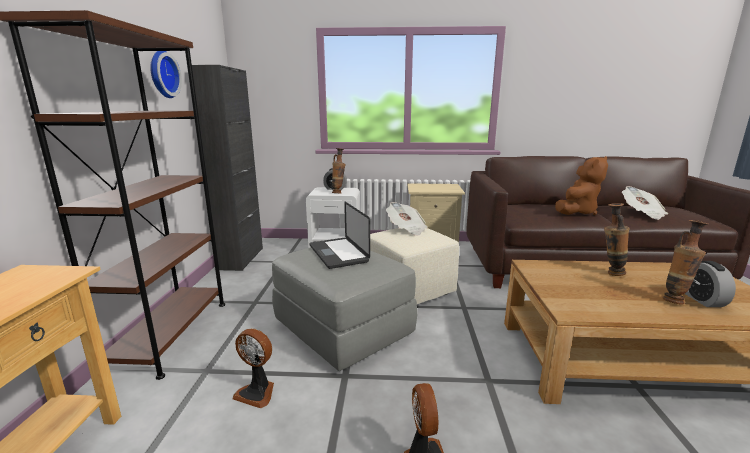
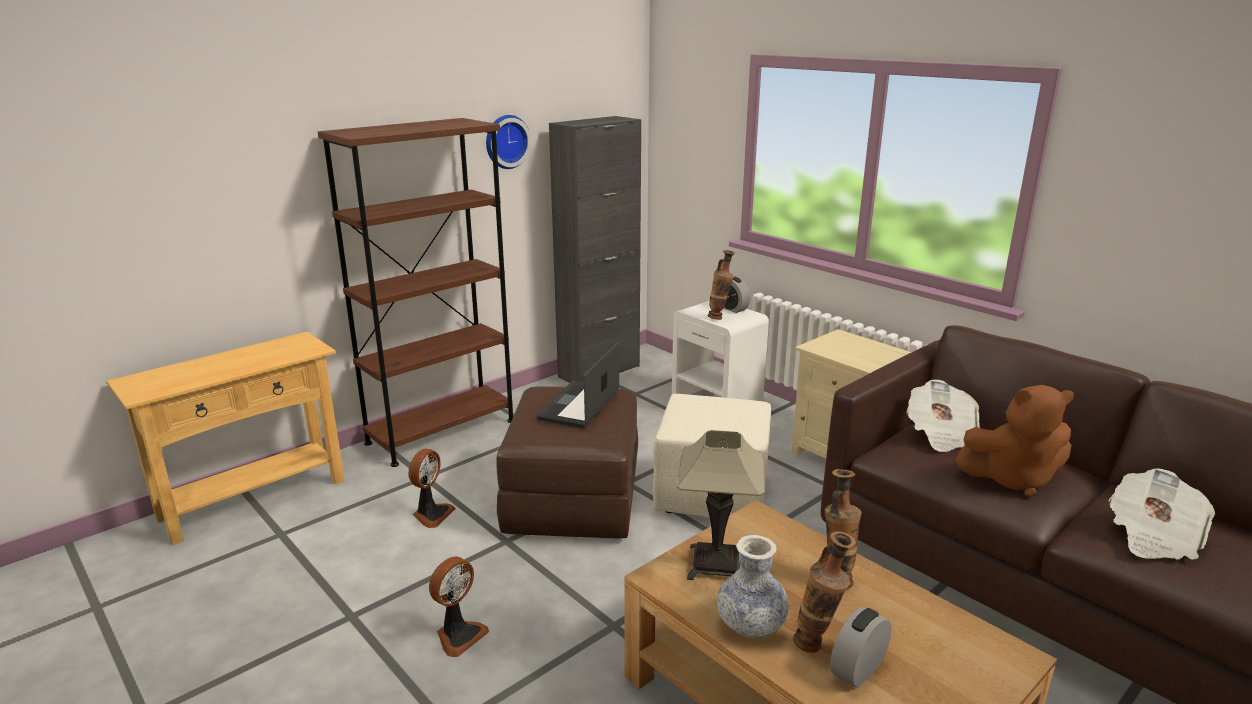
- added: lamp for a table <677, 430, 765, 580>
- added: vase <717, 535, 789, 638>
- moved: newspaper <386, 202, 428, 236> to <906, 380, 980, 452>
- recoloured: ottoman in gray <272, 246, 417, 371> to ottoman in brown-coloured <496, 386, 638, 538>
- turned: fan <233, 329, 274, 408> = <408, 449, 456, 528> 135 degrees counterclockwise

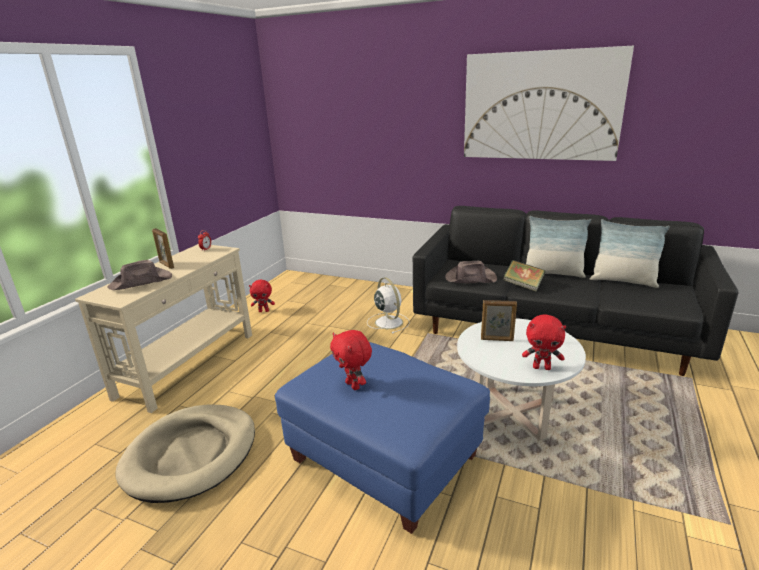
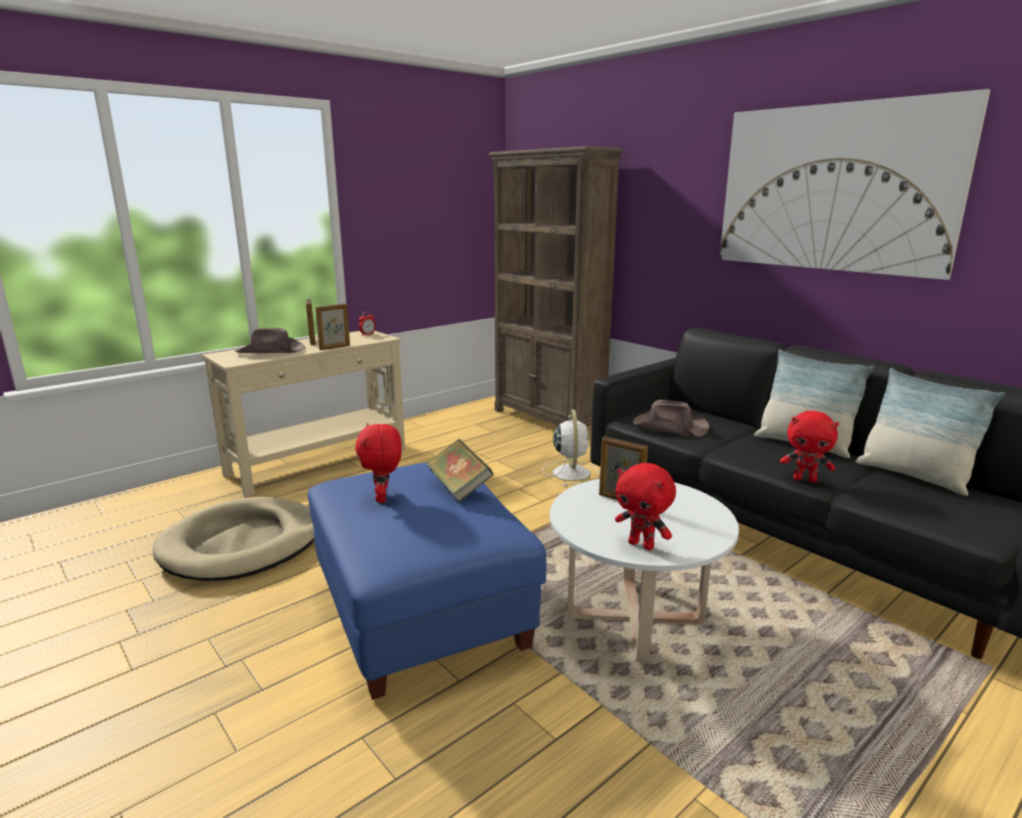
- added: standing frame <315, 304, 350, 350>
- added: bookshelf in brown-coloured <489, 146, 623, 427>
- moved: plush toy in reddish <249, 280, 275, 312> to <780, 411, 839, 483>
- moved: book <503, 260, 545, 292> to <426, 439, 493, 502>

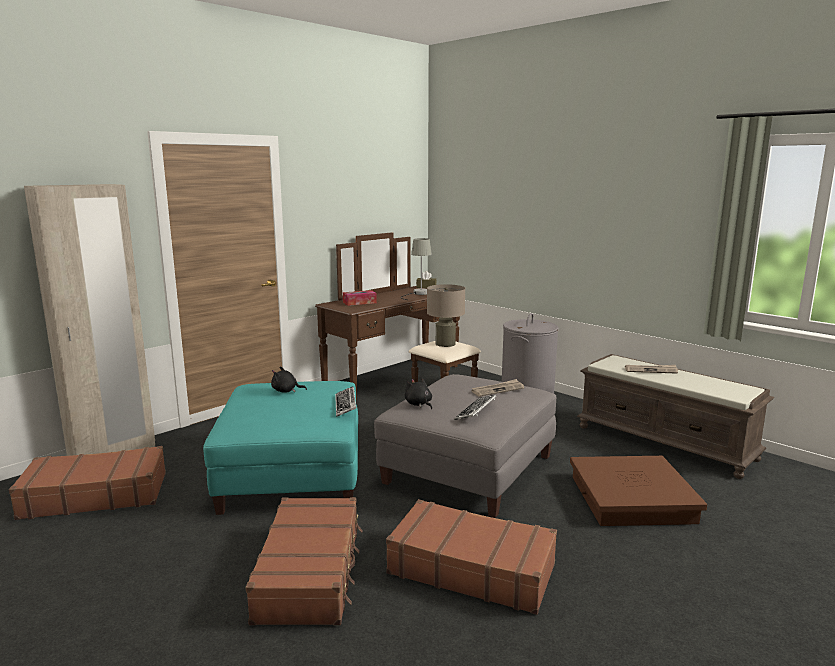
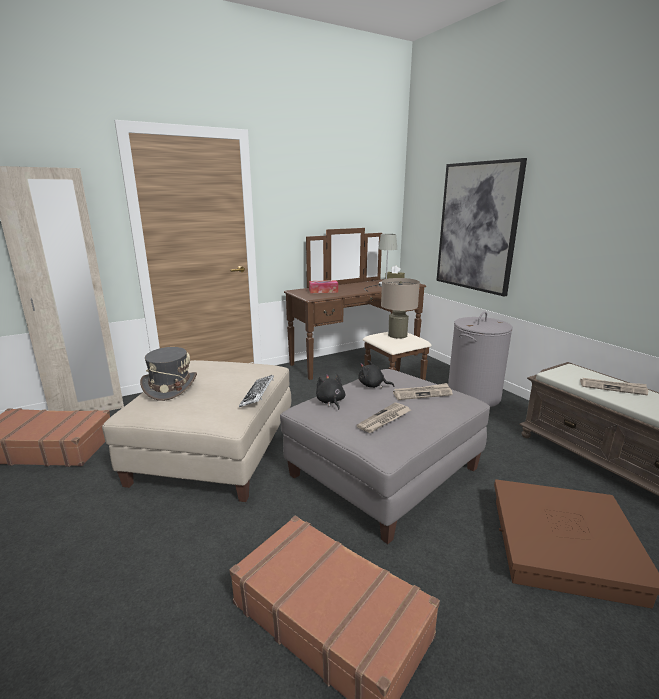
- removed: suitcase in brown-coloured <246, 497, 363, 625>
- added: clothing hat in gray <140, 347, 197, 401>
- added: picture <436, 158, 527, 296>
- moved: plush toy in blackish <271, 367, 307, 393> to <358, 360, 394, 388>
- replaced: computer keyboard <454, 395, 496, 420> to newspaper <356, 402, 411, 433>
- recoloured: ottoman in turquoise-coloured <203, 381, 358, 515> to ottoman in beige-coloured <102, 360, 291, 502>

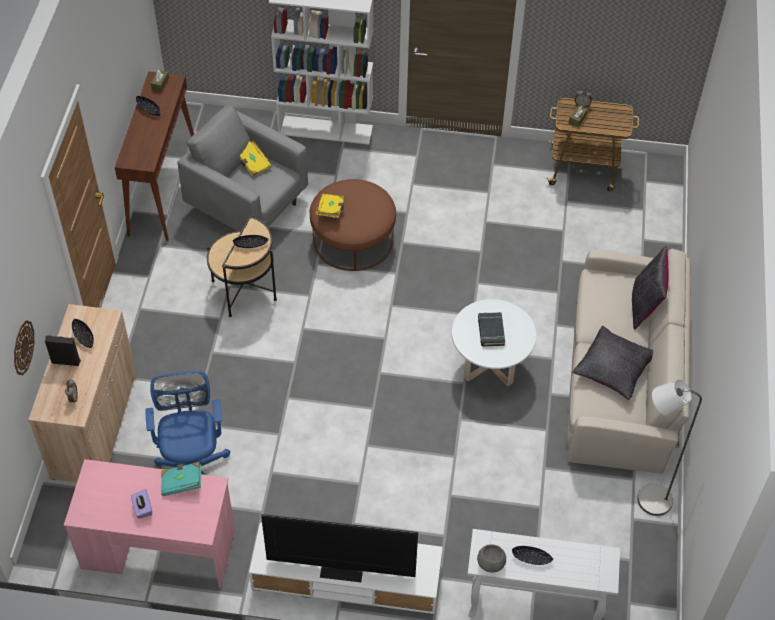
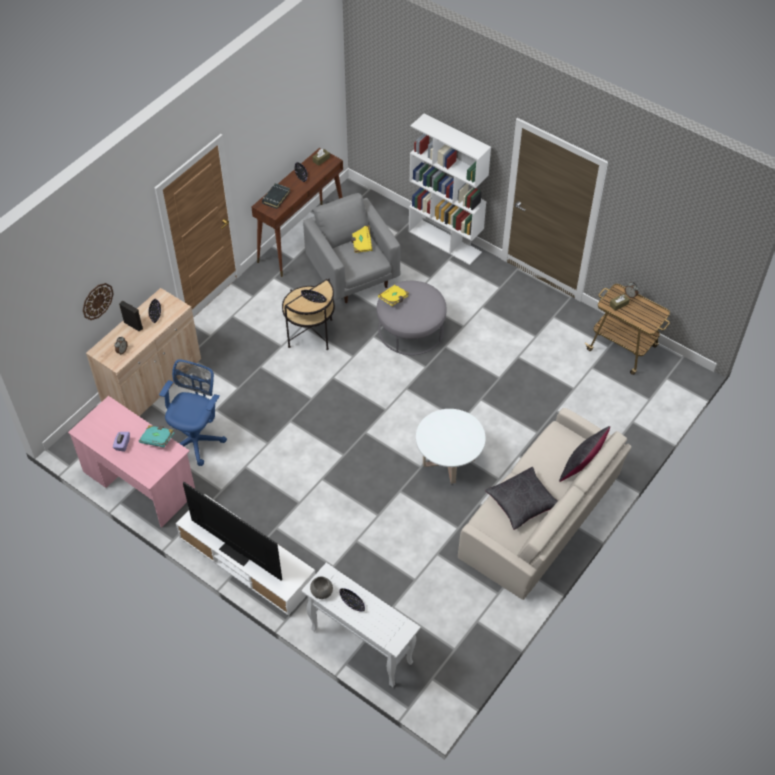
- removed: standing lamp in gray <638, 379, 702, 516>
- moved: book in blackish <478, 312, 505, 347> to <262, 183, 290, 209>
- recoloured: ottoman in brown-coloured <310, 179, 396, 271> to ottoman in gray <377, 281, 447, 355>

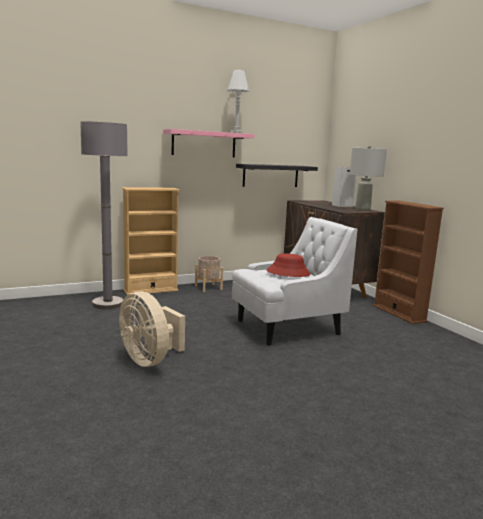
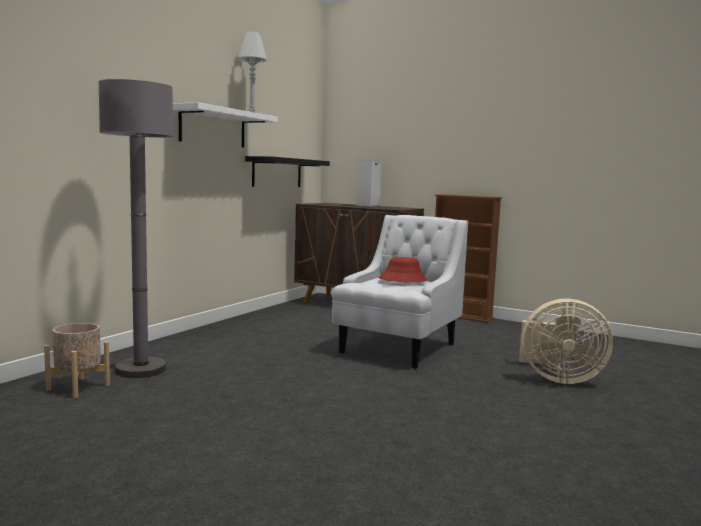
- removed: bookshelf in beige-coloured <122, 187, 180, 295>
- removed: lamp for a table in gray <350, 146, 387, 211>
- moved: fan in beige-coloured <119, 291, 185, 367> to <519, 299, 613, 384>
- moved: flower pot in beige-coloured <195, 256, 223, 292> to <44, 323, 110, 398>
- recoloured: wall shelf in pink-coloured <163, 129, 254, 157> to wall shelf in whitish <173, 102, 278, 148>

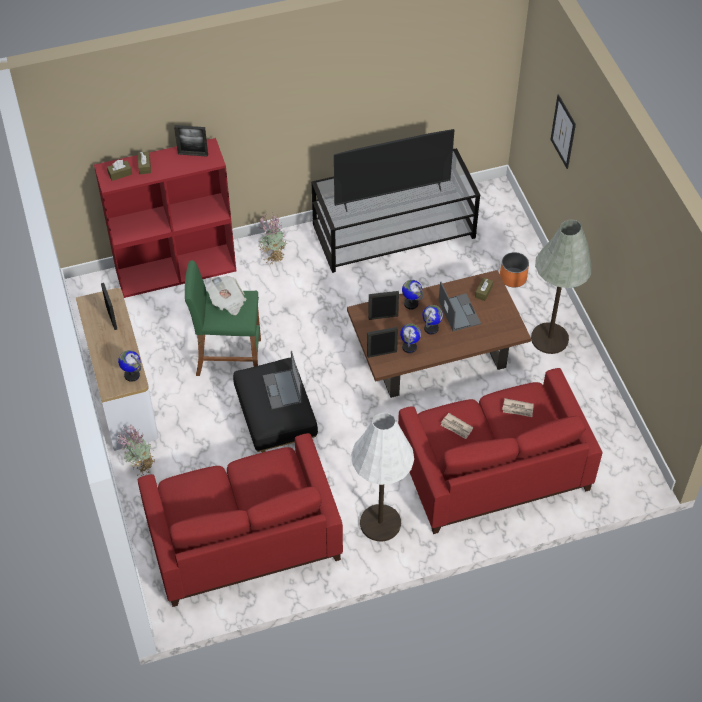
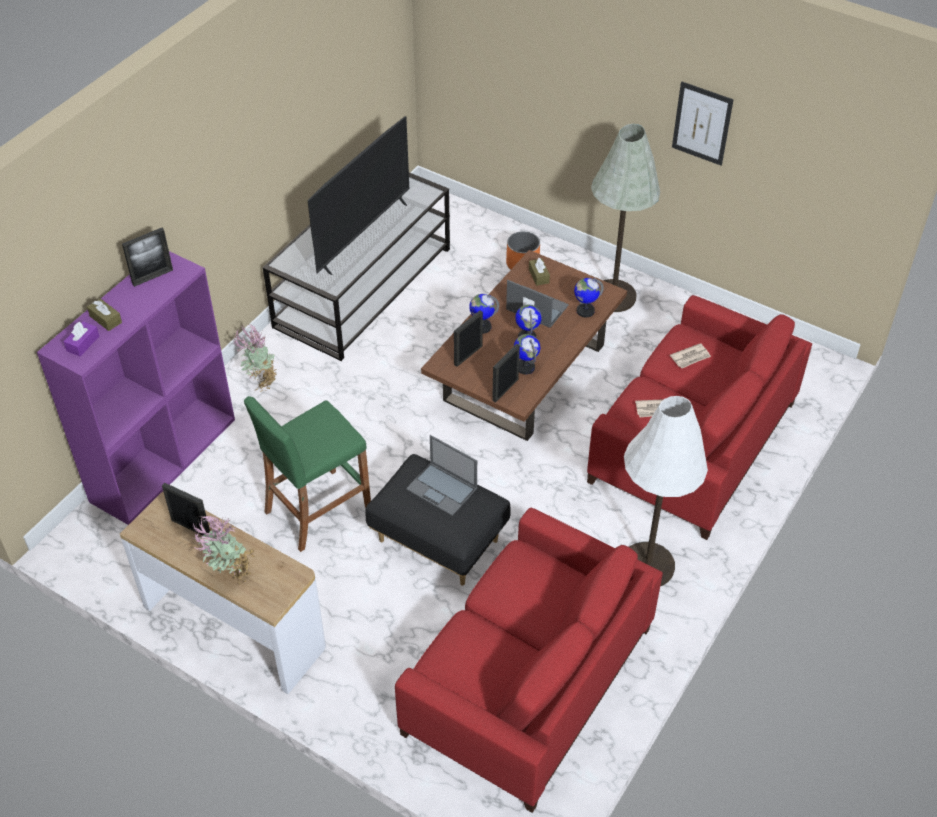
- removed: newspaper <208, 276, 246, 315>
- moved: houseplant <116, 424, 155, 476> to <192, 516, 255, 586>
- moved: world globe <118, 350, 141, 382> to <574, 278, 604, 317>
- moved: picture <550, 94, 576, 169> to <672, 82, 734, 166>
- recoloured: bookshelf in reddish <94, 138, 236, 298> to bookshelf in purple <37, 251, 235, 525>
- recoloured: tissue box in brown-coloured <107, 160, 132, 181> to tissue box in purple <64, 321, 99, 356>

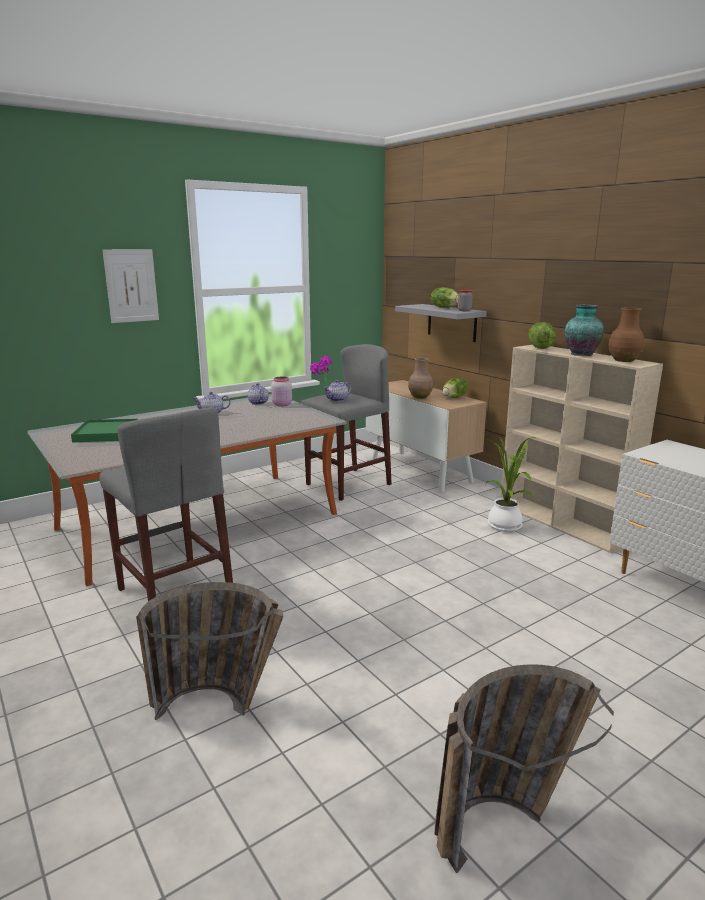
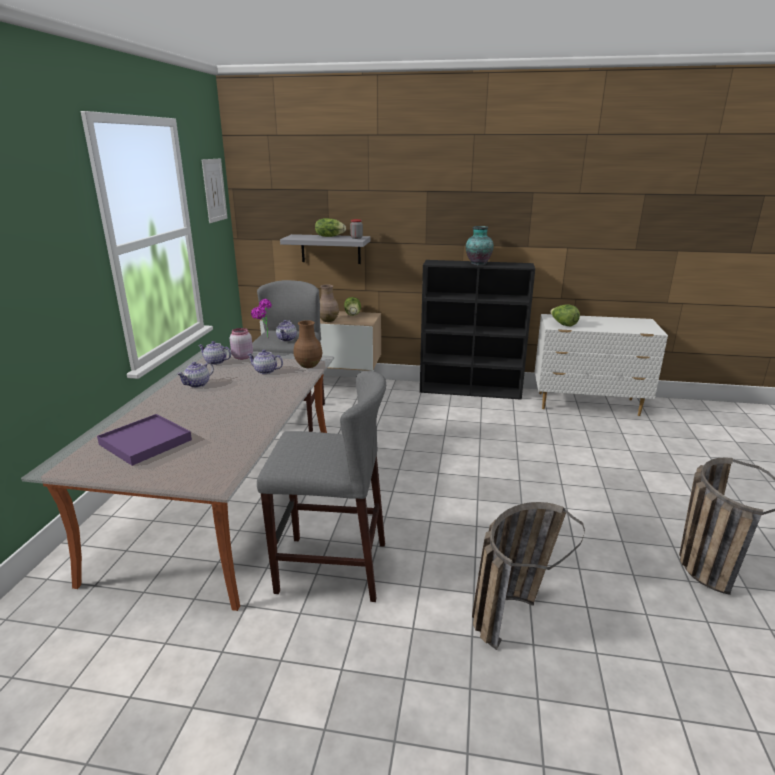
- removed: houseplant <486, 437, 537, 532>
- added: tea pot <247, 350, 283, 374>
- moved: picture <103, 249, 159, 323> to <202, 159, 228, 223>
- moved: lettuce <528, 322, 556, 349> to <550, 304, 580, 326>
- moved: vase in brown-coloured <609, 308, 645, 362> to <294, 320, 322, 368>
- recoloured: tray in green-coloured <71, 419, 138, 442> to tray in purple <97, 414, 192, 466>
- recoloured: bookshelf in beige-coloured <501, 345, 663, 554> to bookshelf in blackish <420, 260, 535, 400>

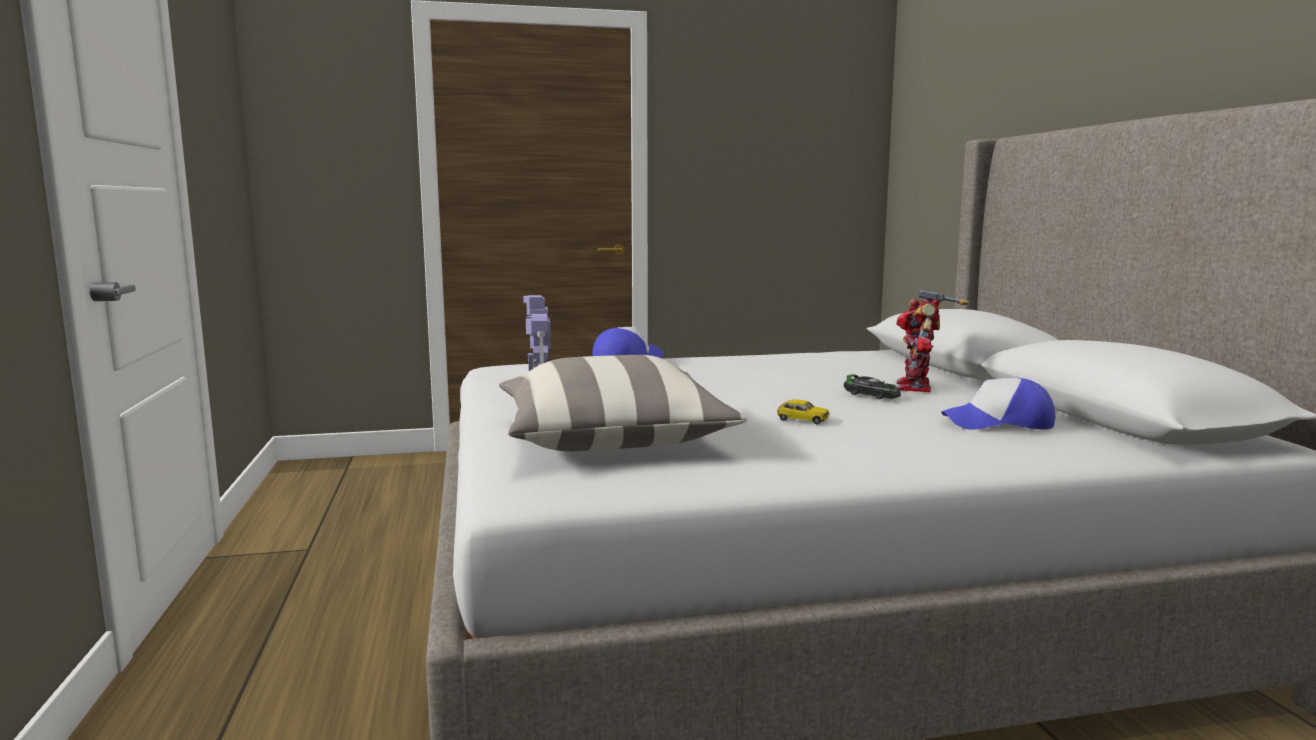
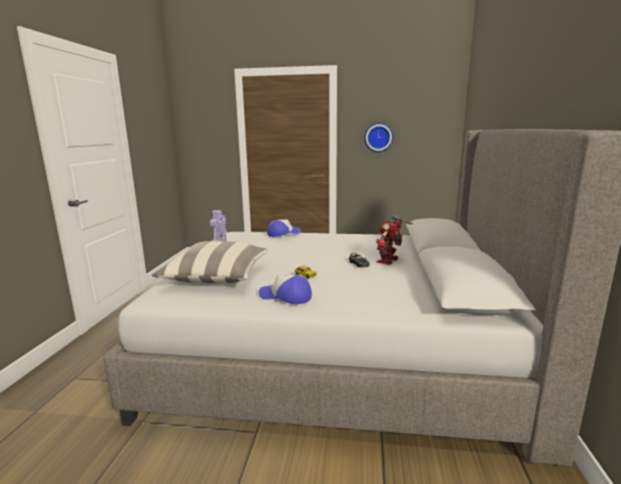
- added: clock on the wall <364, 123, 393, 152>
- moved: baseball cap <941, 378, 1056, 430> to <259, 274, 312, 304>

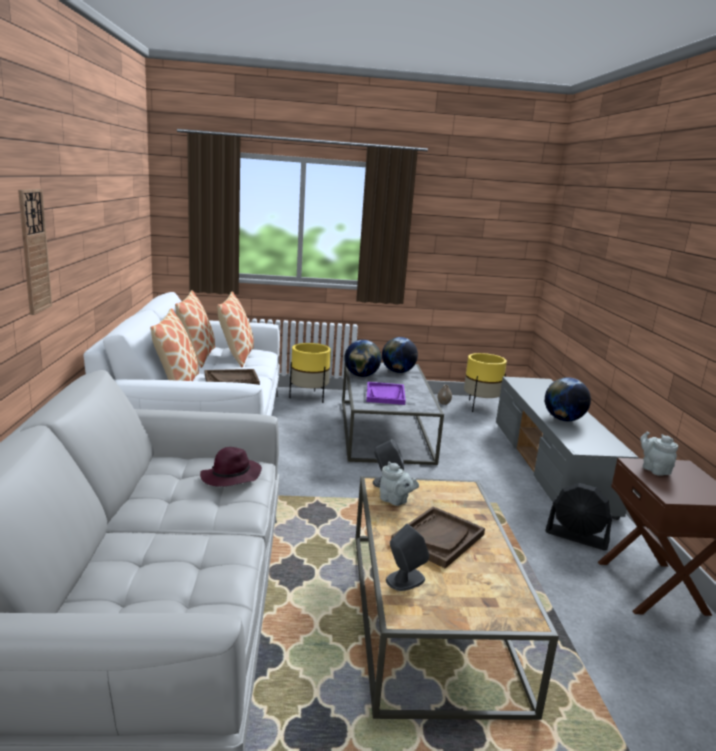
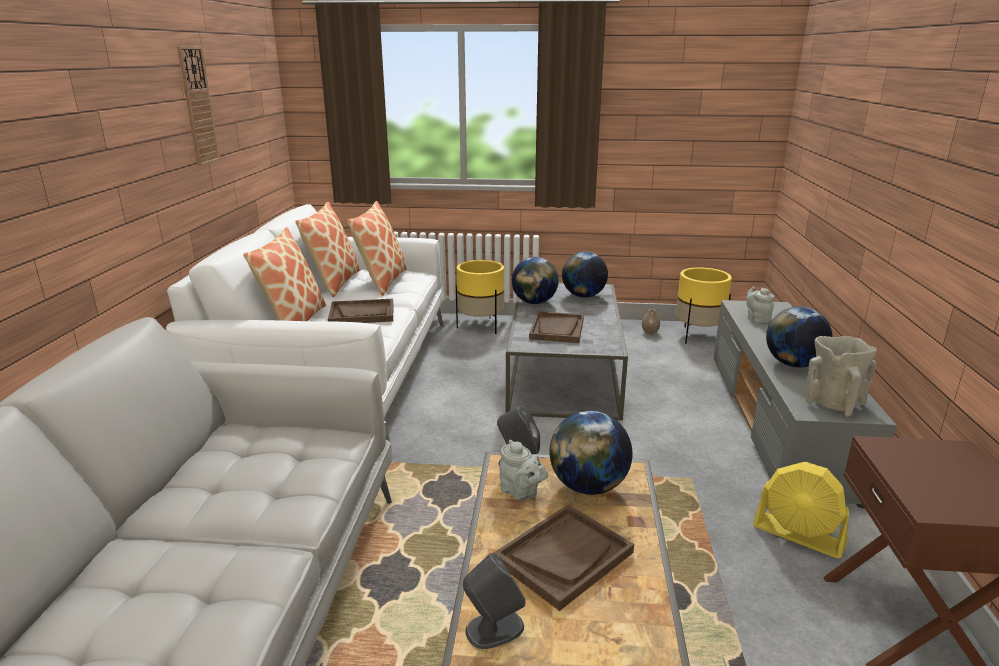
- removed: clothing hat in purple <200, 447, 262, 487>
- added: world globe <549, 411, 633, 495>
- added: vase in beige-coloured <805, 336, 877, 417>
- moved: clock on the wall <18, 189, 52, 315> to <177, 46, 220, 166>
- moved: tea pot in gray <640, 431, 678, 476> to <746, 287, 774, 323>
- recoloured: tray in purple <366, 382, 406, 405> to tray in brown-coloured <529, 311, 584, 343>
- recoloured: fan in blackish <545, 483, 612, 551> to fan in yellow <753, 462, 849, 558>

